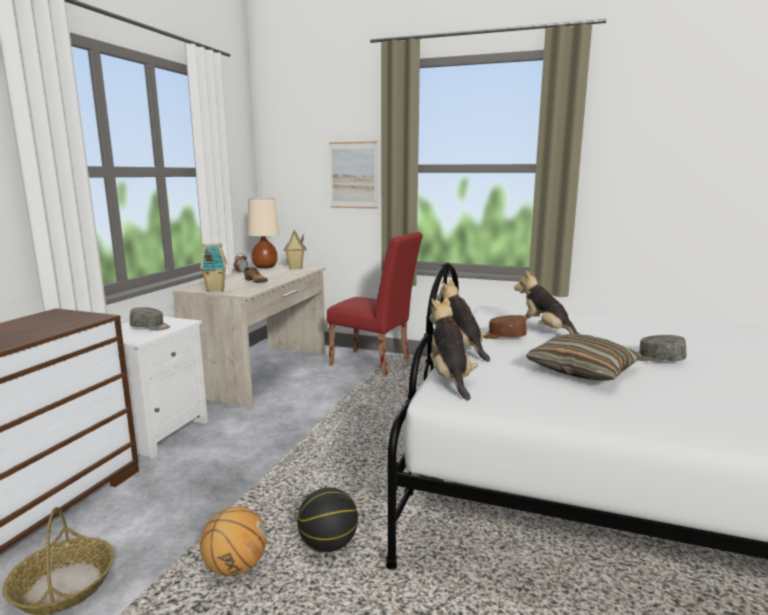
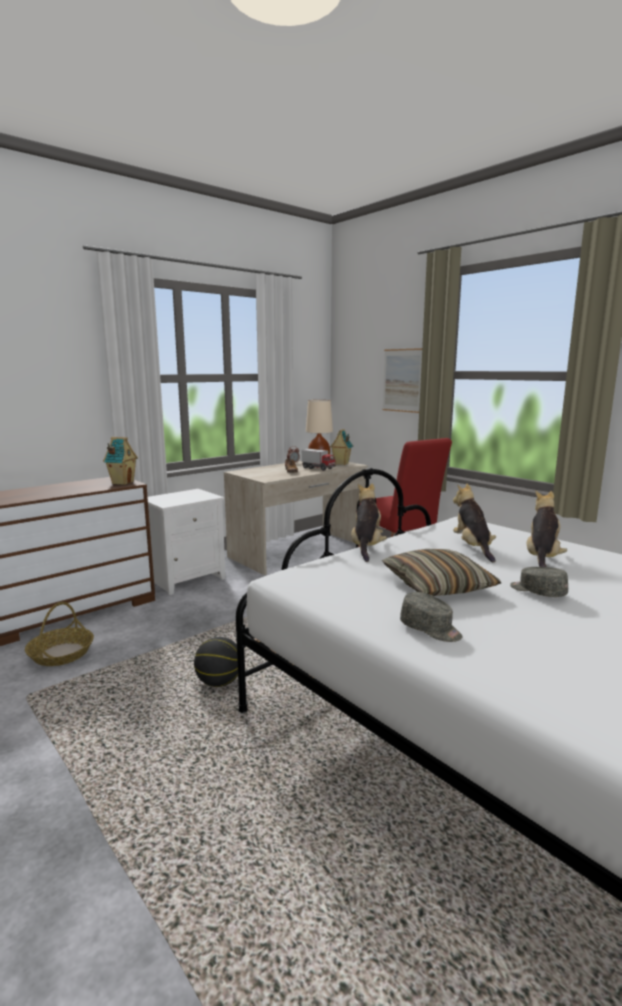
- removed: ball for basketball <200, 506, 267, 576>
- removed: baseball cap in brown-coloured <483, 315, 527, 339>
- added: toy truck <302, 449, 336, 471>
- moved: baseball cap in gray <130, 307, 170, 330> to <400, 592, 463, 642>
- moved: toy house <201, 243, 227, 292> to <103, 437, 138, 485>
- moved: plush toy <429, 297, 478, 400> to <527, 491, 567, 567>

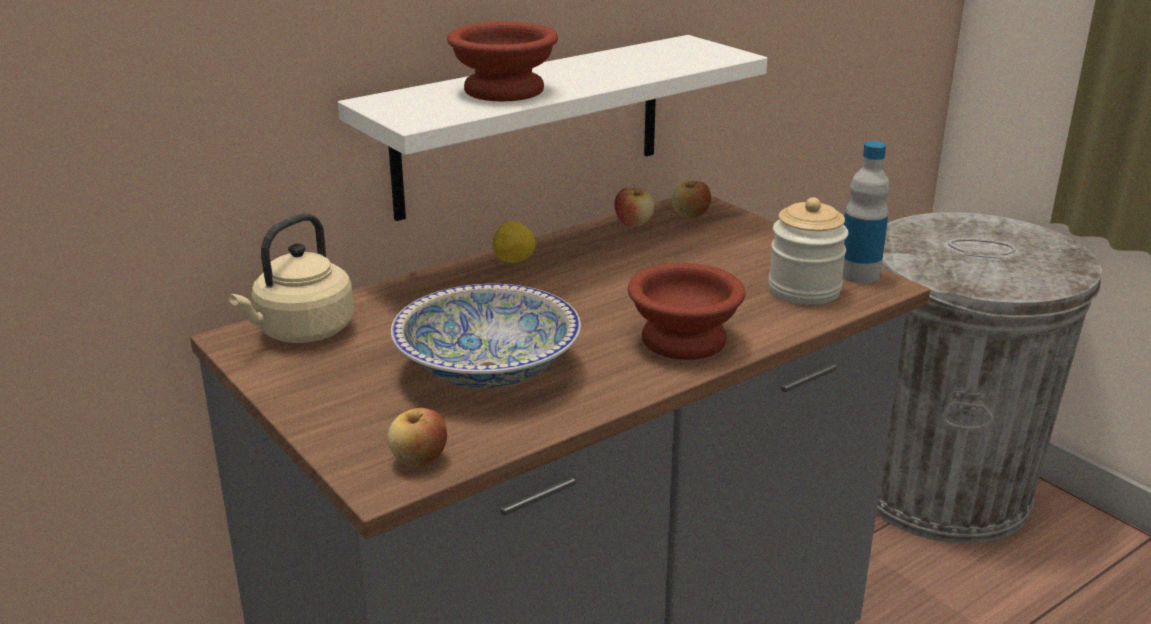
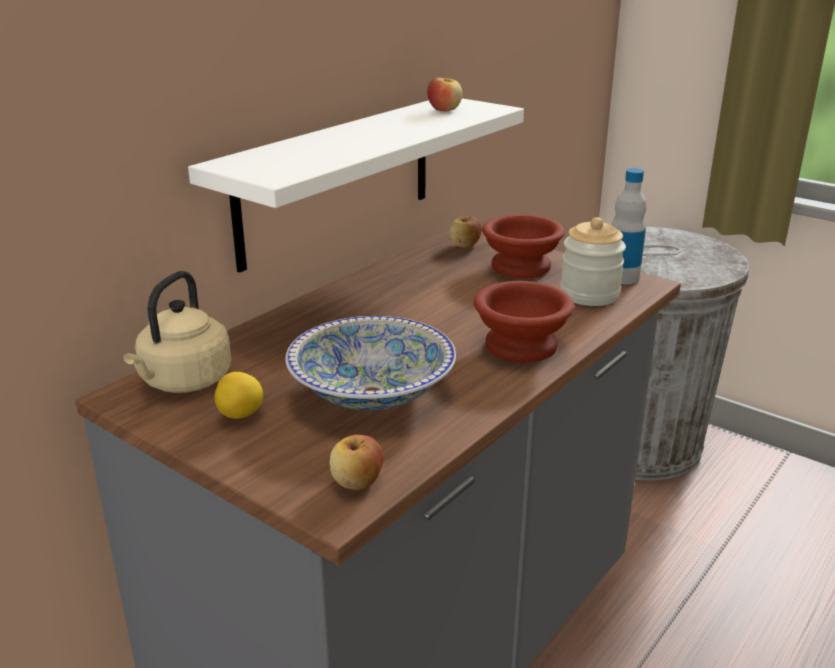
- moved: serving bowl in brown-coloured <447, 21, 558, 101> to <482, 214, 565, 278>
- moved: lemon <492, 221, 536, 263> to <214, 372, 263, 419>
- moved: apple fruit <614, 184, 654, 227> to <427, 74, 463, 111>

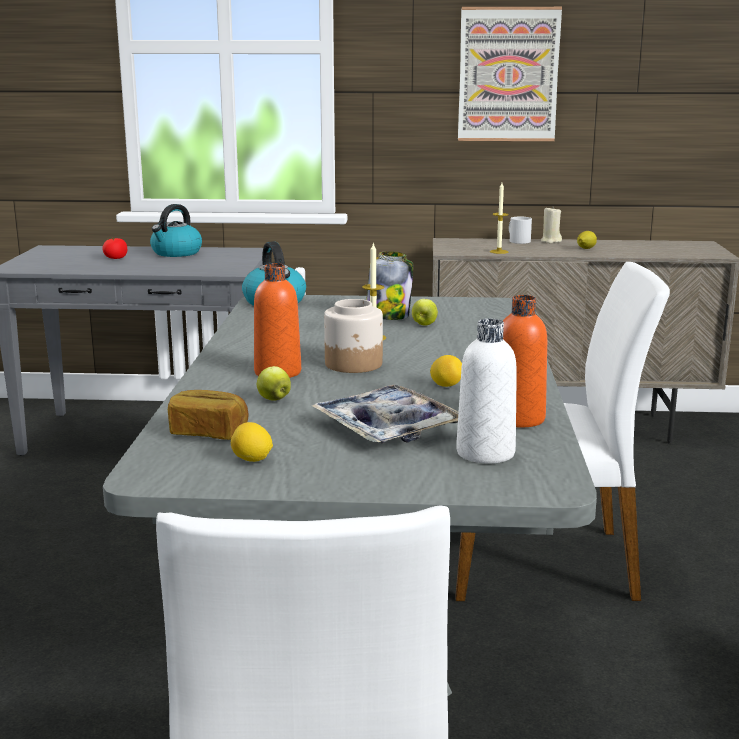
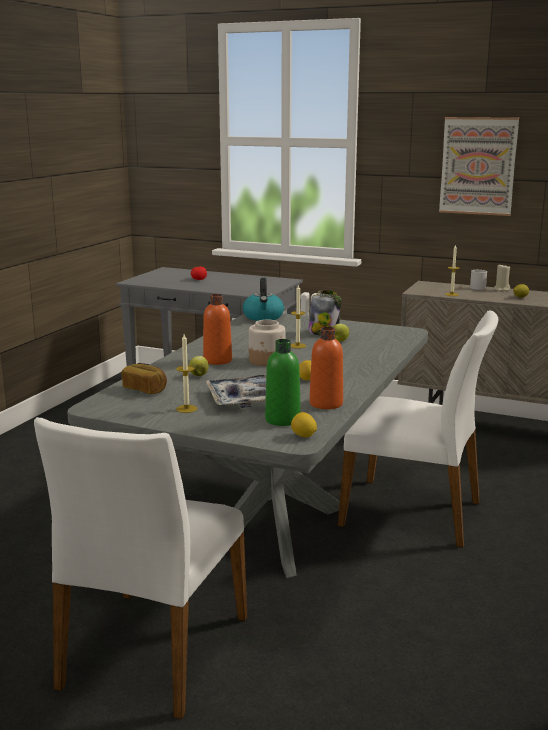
- removed: water kettle <150, 204, 202, 257>
- added: candle <176, 334, 197, 413>
- moved: lemon <231, 422, 273, 462> to <291, 412, 317, 437>
- recoloured: drink bottle in whitish <456, 319, 517, 463> to drink bottle in green-coloured <265, 339, 301, 426>

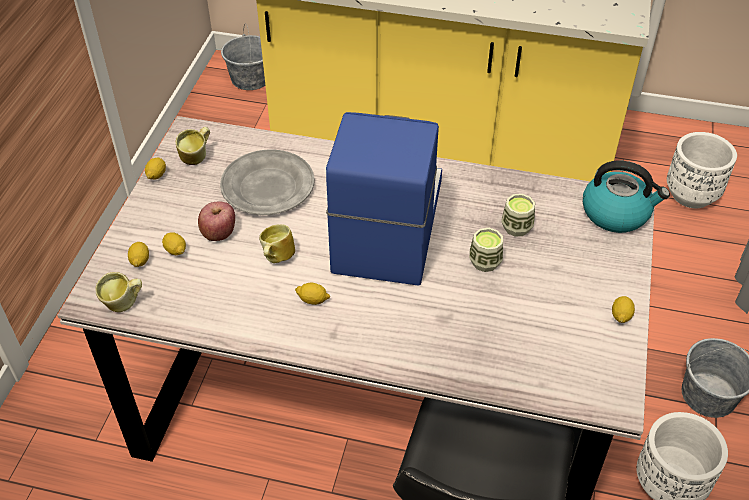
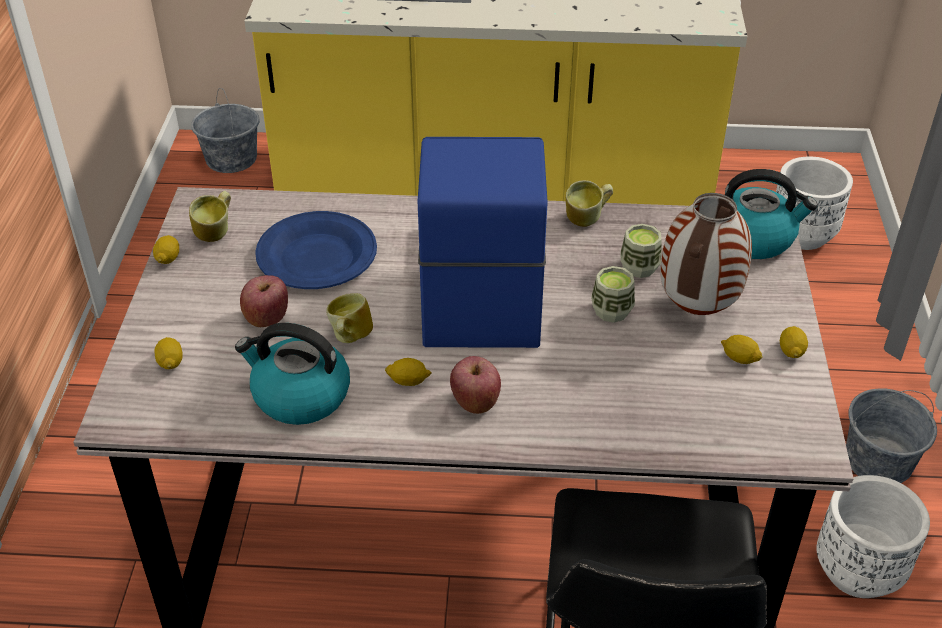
- added: water kettle <235, 323, 350, 425>
- added: apple fruit <450, 356, 501, 414>
- added: vase <660, 193, 752, 315>
- moved: coffee mug <95, 272, 142, 312> to <566, 180, 613, 227>
- moved: lemon <162, 232, 186, 255> to <721, 335, 763, 364>
- recoloured: dinner plate in gray <220, 150, 314, 215> to dinner plate in blue-coloured <255, 211, 377, 289>

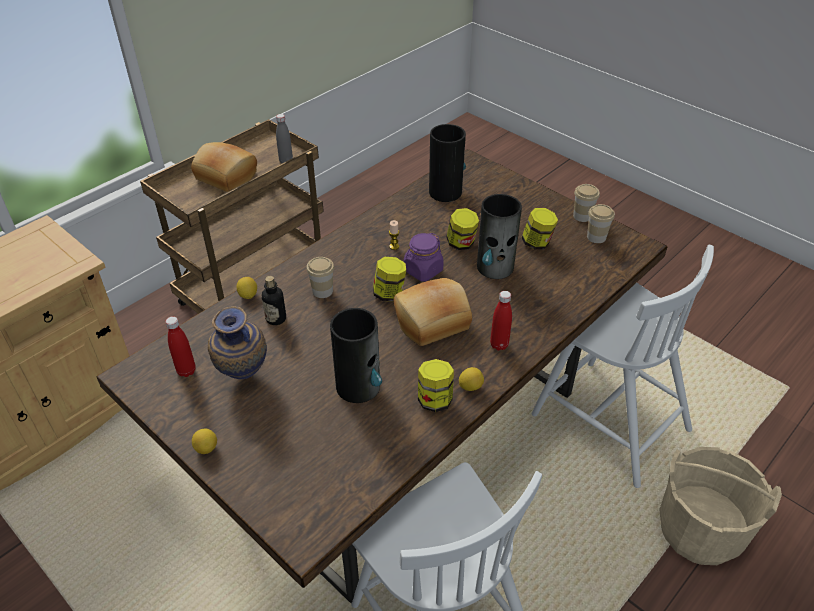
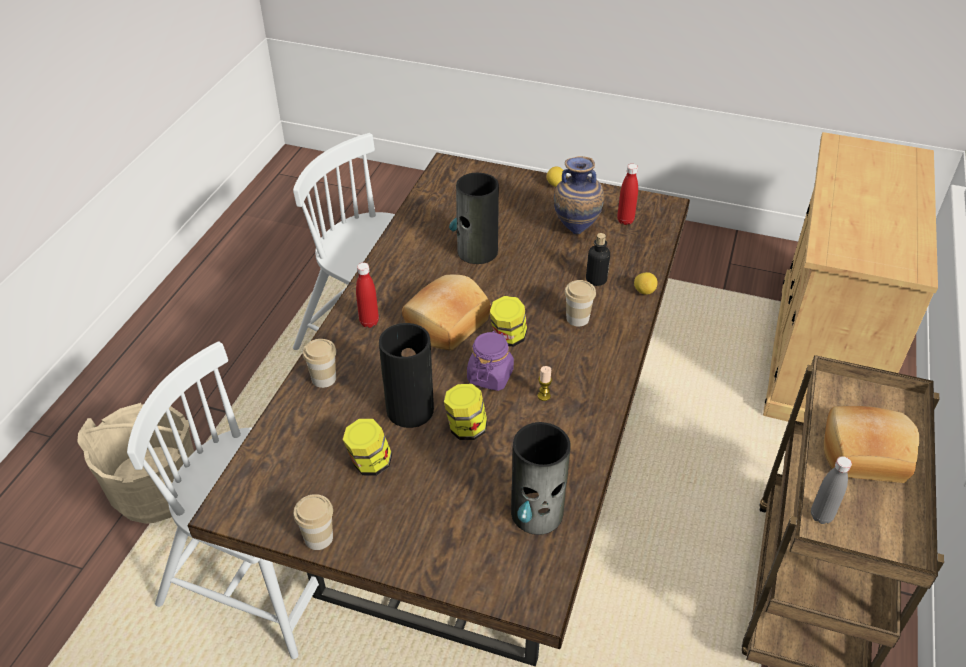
- removed: jar <418, 359, 454, 412>
- removed: lemon <459, 367, 484, 391>
- moved: small cup <587, 204, 615, 243> to <303, 339, 336, 388>

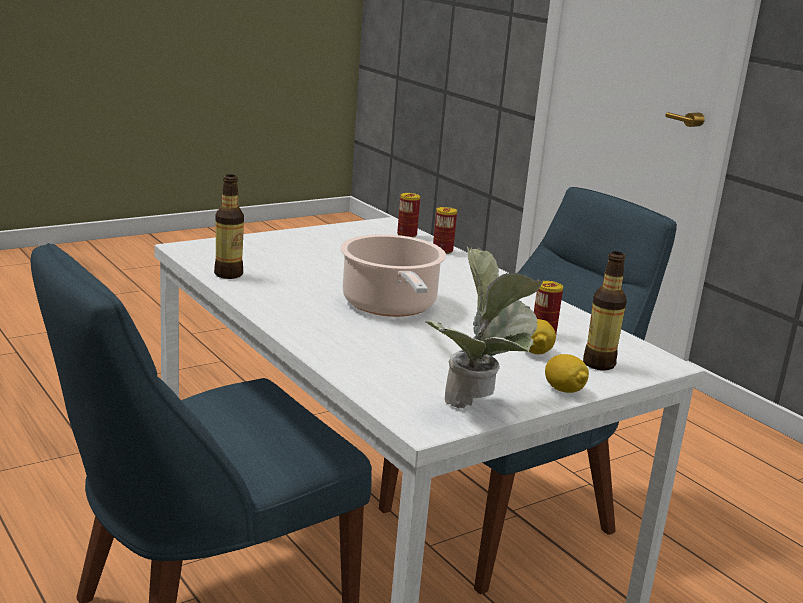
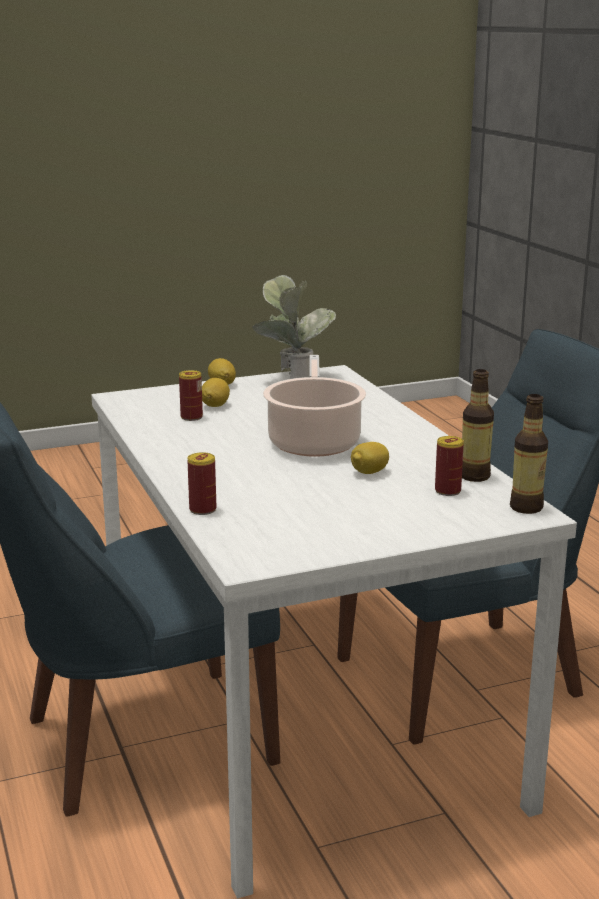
- added: lemon <351, 442, 389, 474>
- moved: sealed can <397, 193, 420, 238> to <435, 436, 464, 496>
- moved: drink bottle <583, 251, 627, 371> to <510, 394, 548, 514>

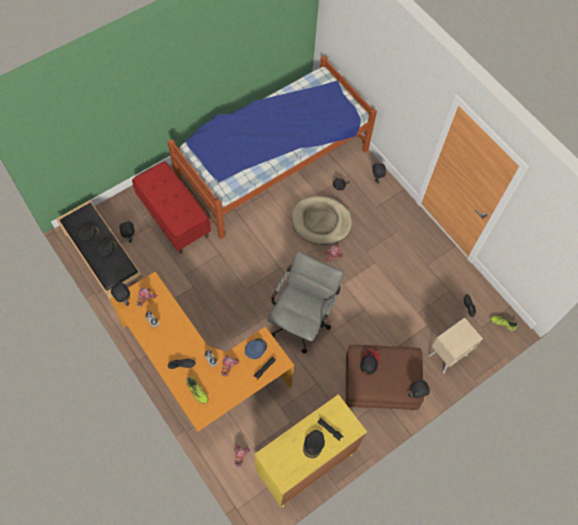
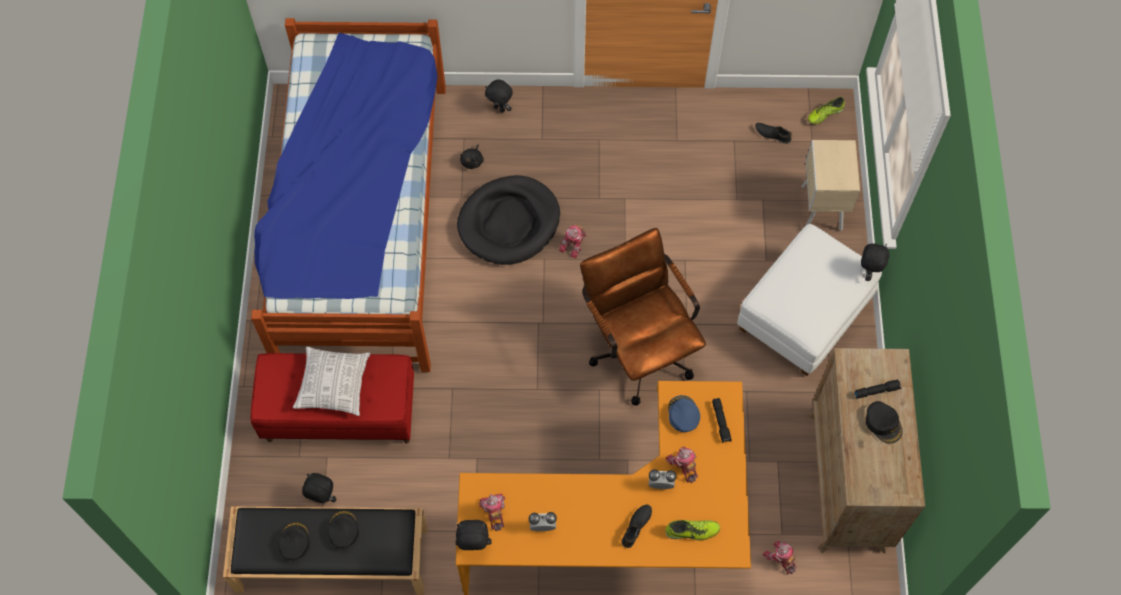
- removed: baseball cap <360, 349, 380, 375>
- added: pillow <293, 347, 370, 416>
- recoloured: dresser in yellow <255, 394, 367, 507> to dresser in brown-coloured <809, 348, 925, 554>
- recoloured: computer chair in gray <267, 251, 344, 354> to computer chair in brown-coloured <580, 228, 706, 406>
- recoloured: dog bed in beige-coloured <292, 196, 352, 245> to dog bed in blackish <457, 175, 560, 265>
- recoloured: ottoman in brown-coloured <346, 345, 424, 410> to ottoman in whitish <737, 224, 882, 376>

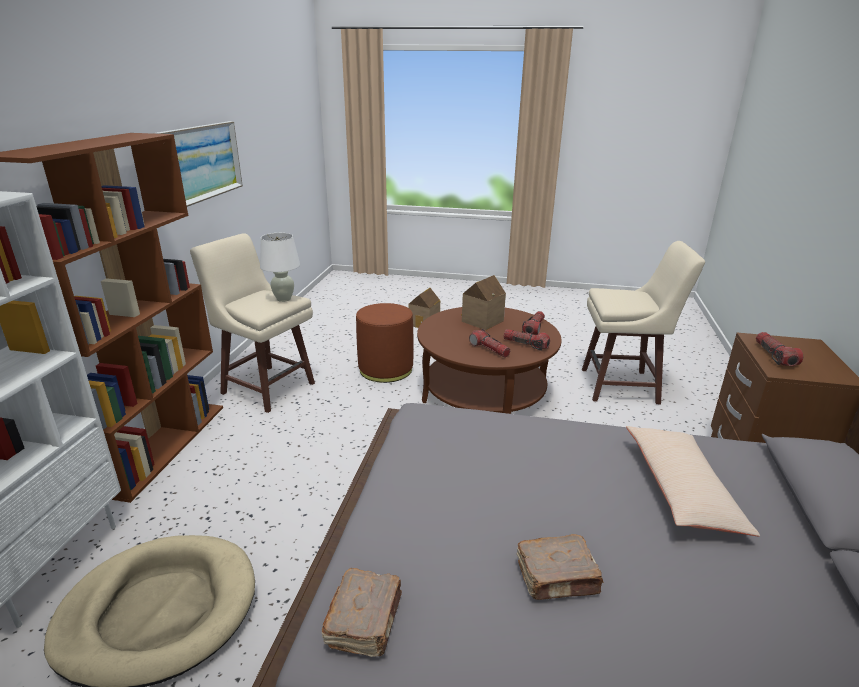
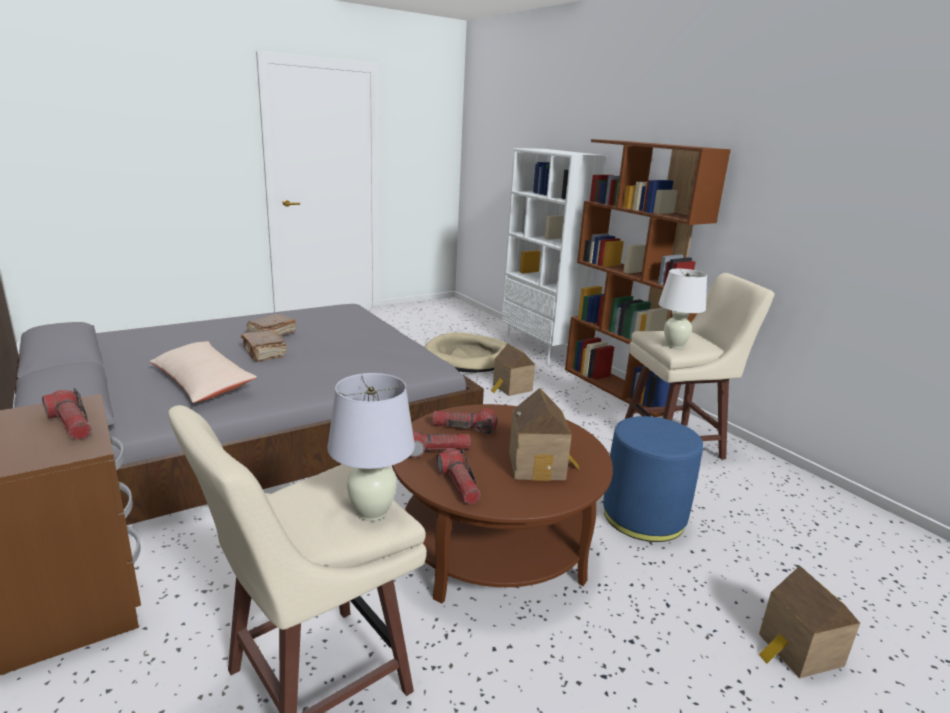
- removed: picture <154, 121, 243, 207>
- added: lamp for a table in whitish <327, 373, 415, 521>
- added: toy house <491, 344, 535, 396>
- moved: book in brown-coloured <322, 568, 402, 657> to <241, 330, 287, 362>
- recoloured: ottoman in brown-coloured <356, 303, 414, 383> to ottoman in blue-coloured <603, 416, 703, 542>

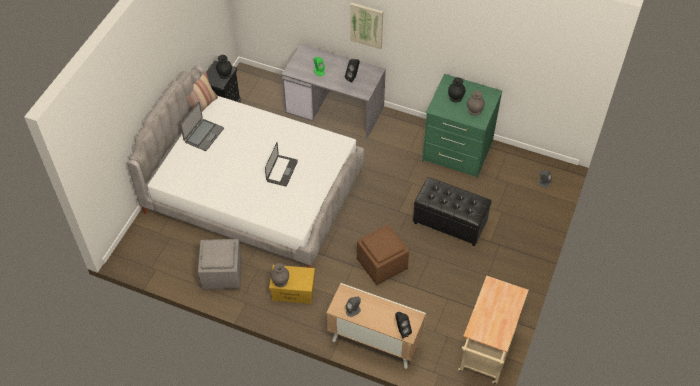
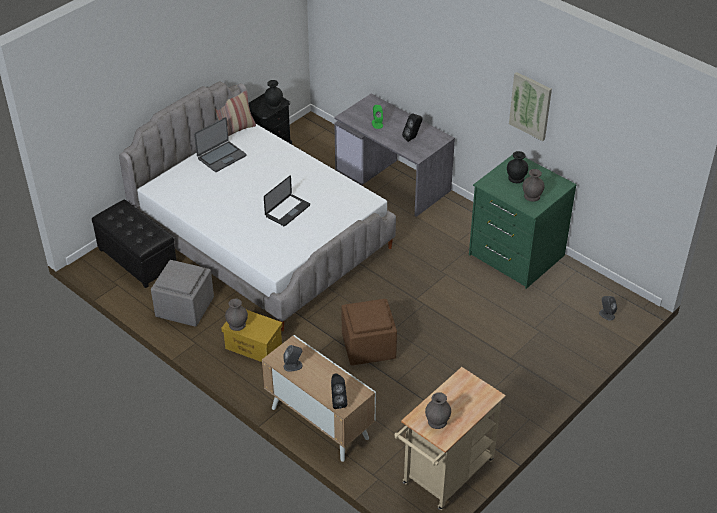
- added: vase in gray <425, 392, 451, 429>
- moved: picture <350, 2, 383, 49> to <509, 72, 552, 141>
- moved: ottoman in blackish <413, 177, 492, 246> to <92, 200, 177, 288>

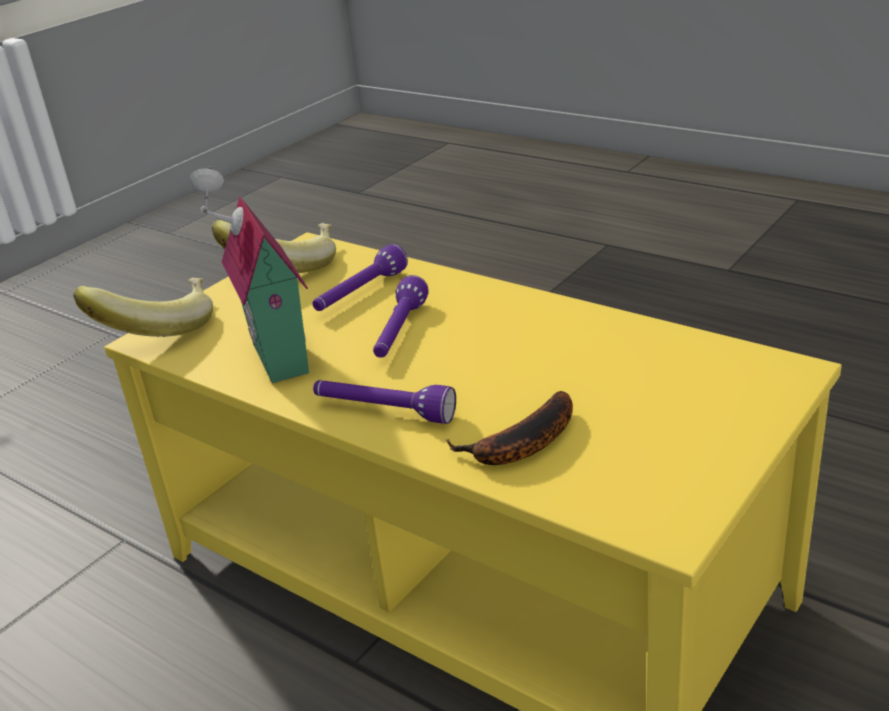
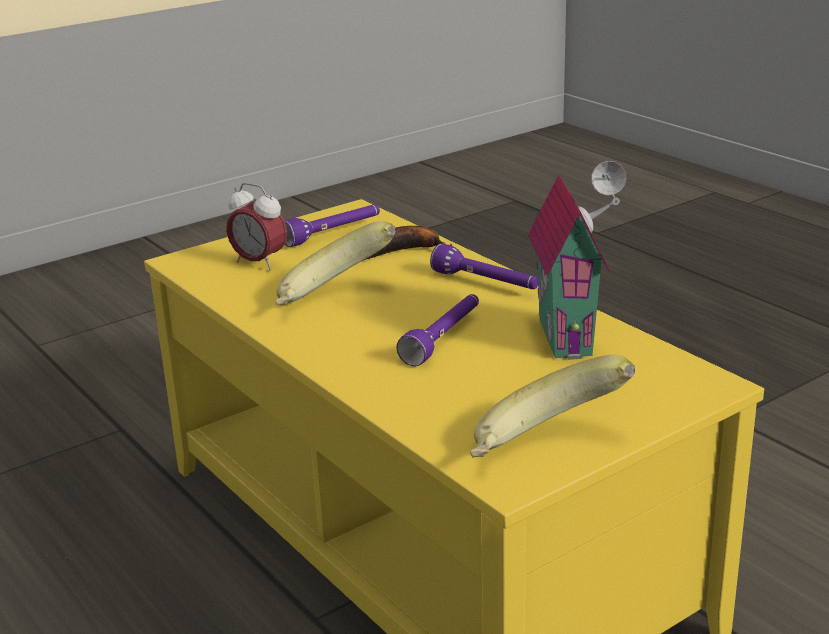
- added: table clock <226, 183, 287, 270>
- moved: banana fruit <73, 278, 213, 337> to <275, 221, 396, 305>
- moved: torch in purple <312, 244, 408, 311> to <285, 204, 380, 247>

